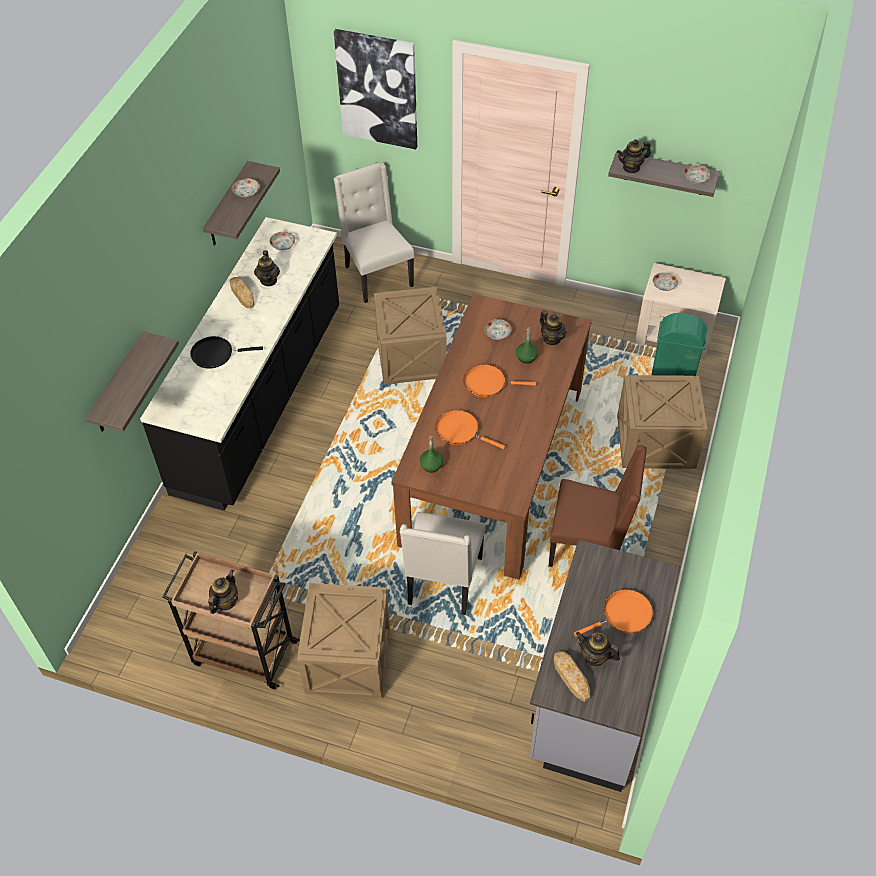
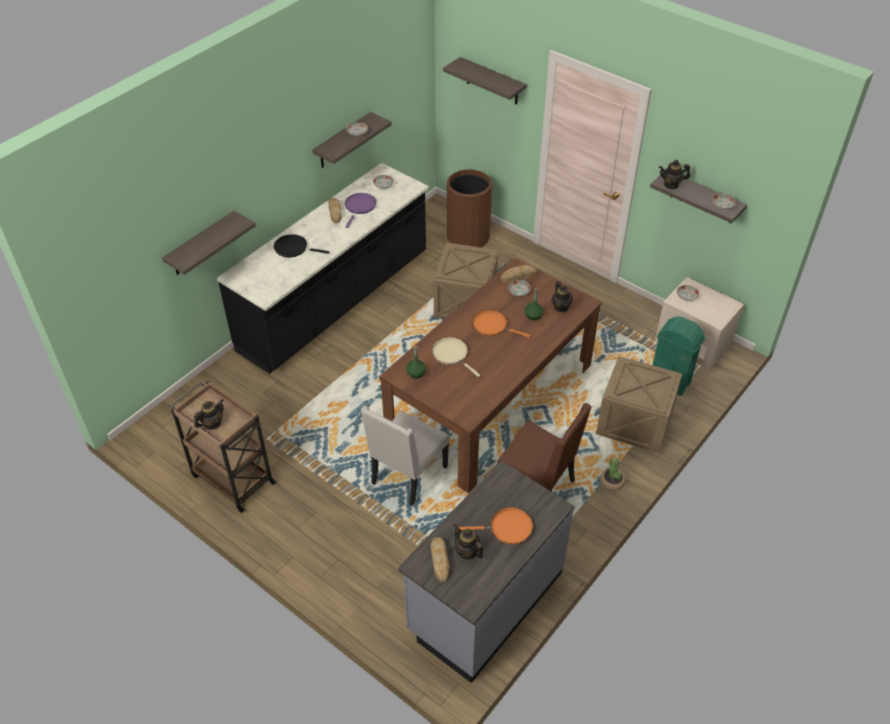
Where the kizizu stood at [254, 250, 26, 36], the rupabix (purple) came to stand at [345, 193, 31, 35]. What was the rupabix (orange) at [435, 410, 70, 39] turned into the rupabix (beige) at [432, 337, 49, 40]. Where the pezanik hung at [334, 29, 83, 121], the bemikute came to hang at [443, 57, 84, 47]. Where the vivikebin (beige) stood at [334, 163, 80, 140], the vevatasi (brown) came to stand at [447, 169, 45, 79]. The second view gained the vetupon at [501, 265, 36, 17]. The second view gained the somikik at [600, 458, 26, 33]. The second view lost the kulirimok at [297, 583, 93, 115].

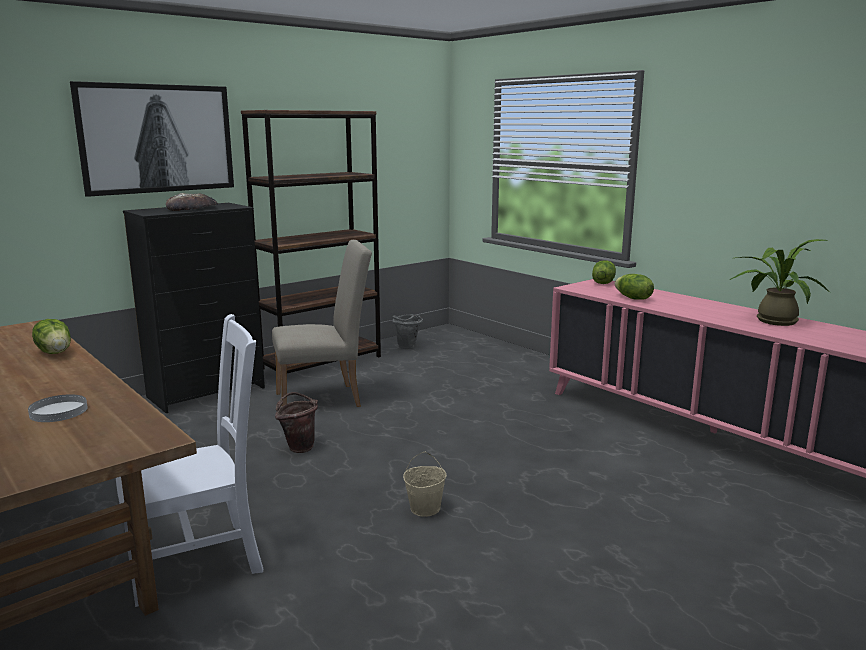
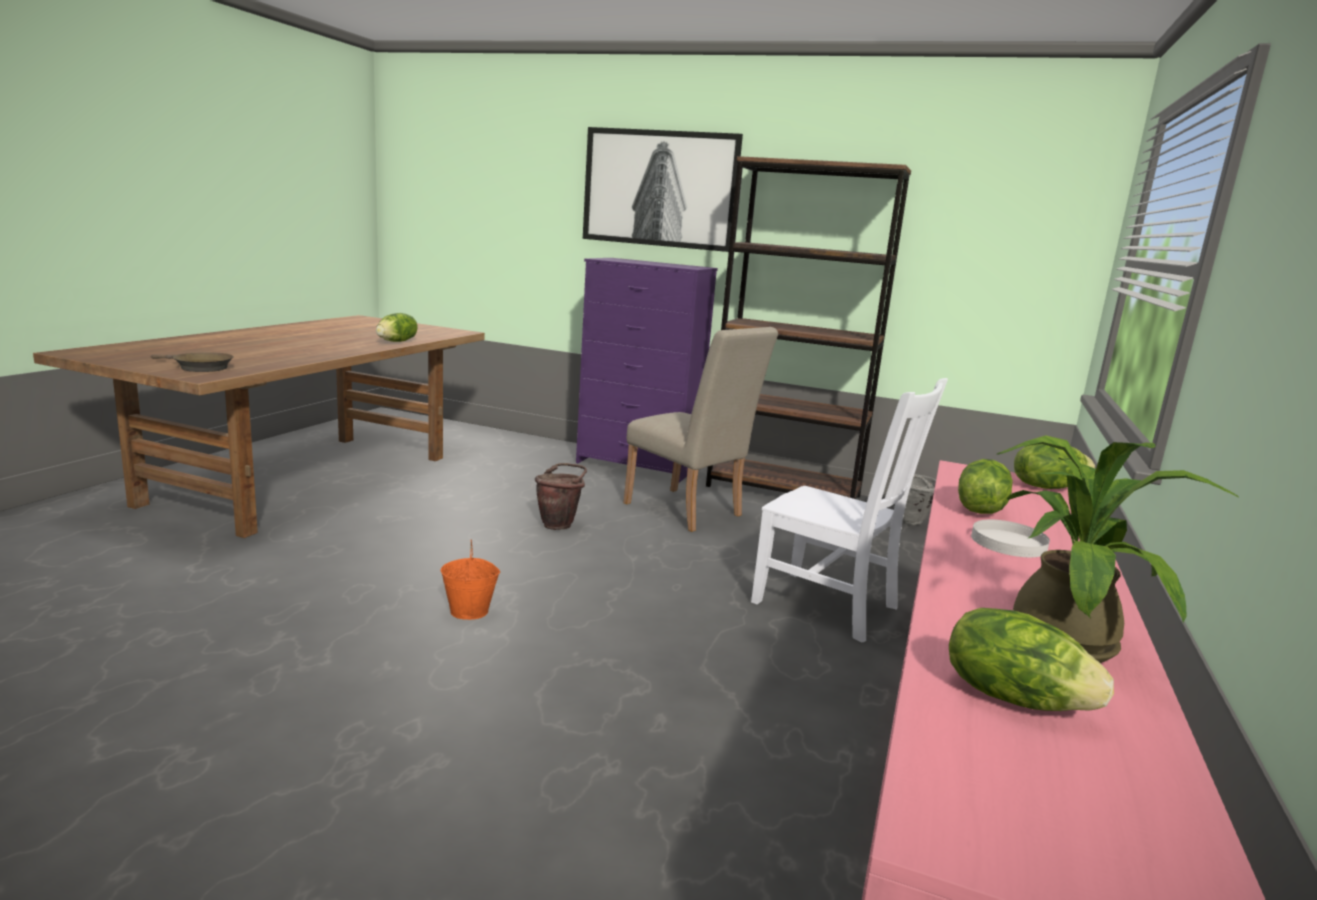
The second view gained the rupabix (brown) at [151, 352, 83, 20]. What was the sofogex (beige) at [403, 452, 43, 65] turned into the sofogex (orange) at [440, 540, 60, 80]. What was the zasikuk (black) at [123, 203, 142, 210] turned into the zasikuk (purple) at [576, 258, 142, 225]. The vivikebin (white) ended up elsewhere, having gone from [116, 314, 147, 293] to [751, 378, 197, 264]. The second view gained the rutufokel at [949, 608, 165, 103]. The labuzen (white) ended up elsewhere, having gone from [28, 394, 60, 28] to [971, 520, 79, 37]. The second view lost the vetupon at [166, 193, 52, 18].

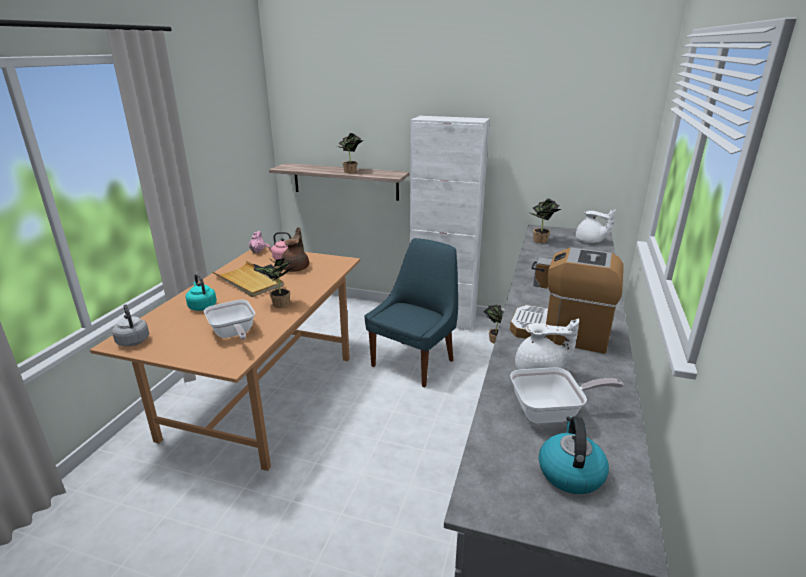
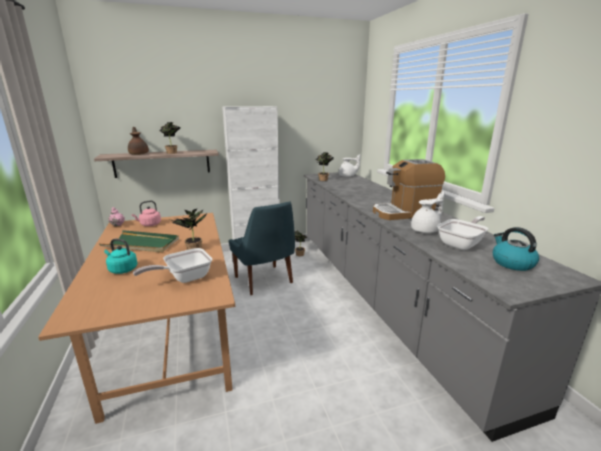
What was the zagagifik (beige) at [212, 261, 72, 36] turned into the zagagifik (green) at [100, 230, 79, 23]. The kizizu (brown) ended up elsewhere, having gone from [281, 227, 28, 45] to [128, 127, 21, 28]. The rupabix at [204, 300, 51, 40] ended up facing another way, 120 degrees clockwise from before. The vivikebin (blue) at [365, 238, 93, 150] ended up facing another way, 150 degrees clockwise from before. The second view lost the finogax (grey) at [112, 304, 37, 43].

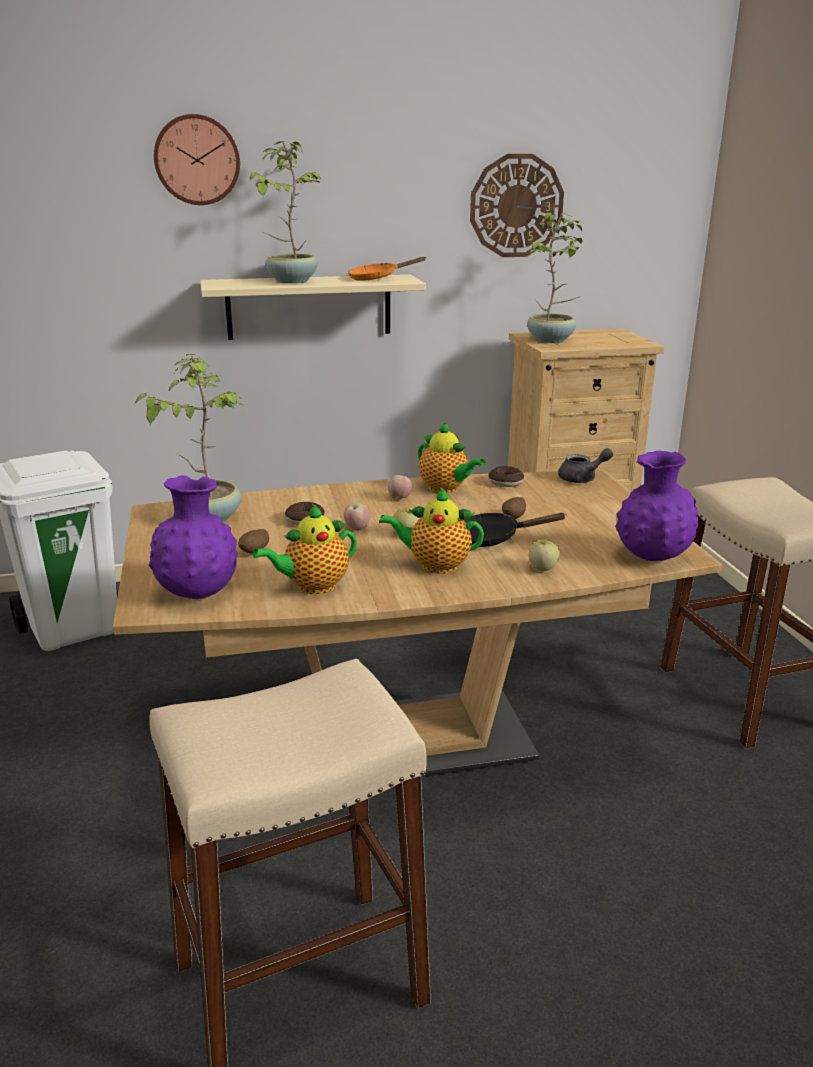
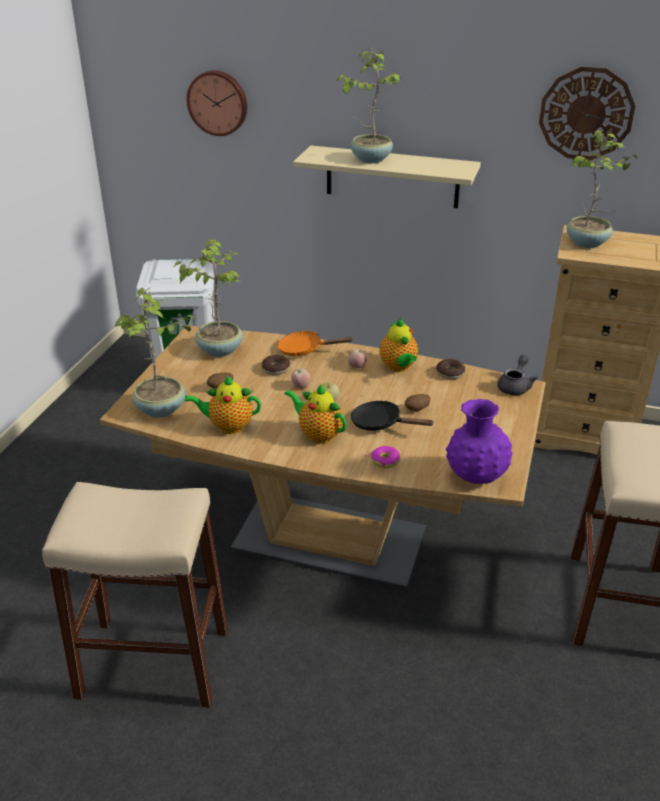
Where the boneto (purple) stood at [149, 475, 89, 124], the somikik came to stand at [115, 288, 82, 130]. The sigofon ended up elsewhere, having gone from [154, 114, 86, 91] to [187, 70, 60, 66]. The rupabix (orange) ended up elsewhere, having gone from [348, 257, 77, 24] to [278, 331, 76, 25]. Where the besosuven stood at [529, 540, 31, 31], the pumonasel came to stand at [371, 446, 29, 22]. The kizizu (grey) at [558, 448, 55, 35] ended up facing another way, 75 degrees counterclockwise from before.

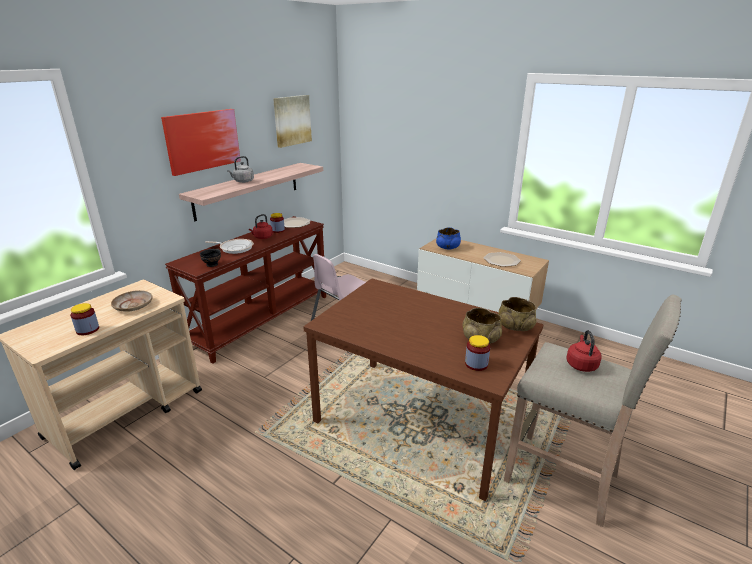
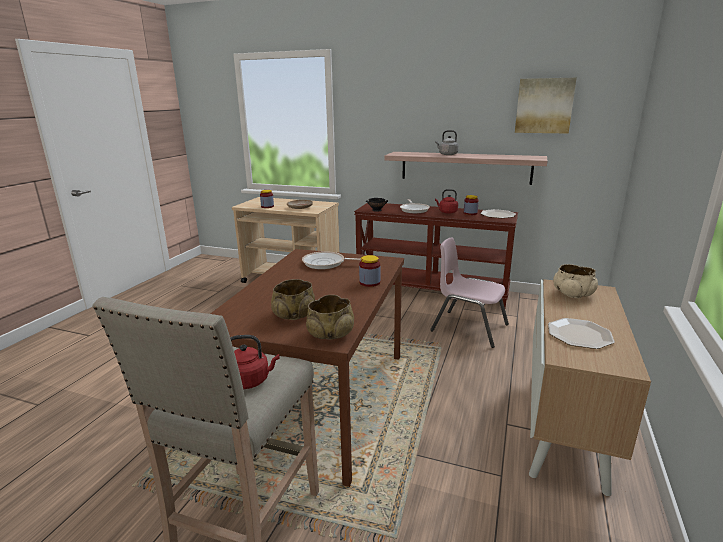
The second view gained the rupabix at [302, 251, 59, 18]. The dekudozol ended up elsewhere, having gone from [465, 335, 25, 36] to [359, 255, 21, 32]. What was the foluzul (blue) at [436, 227, 25, 22] turned into the foluzul (beige) at [553, 264, 45, 34]. The second view lost the pezanik at [161, 109, 80, 67].

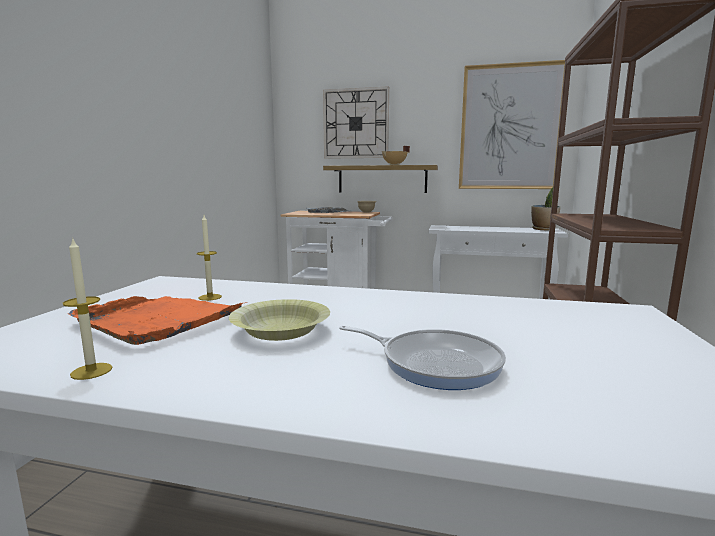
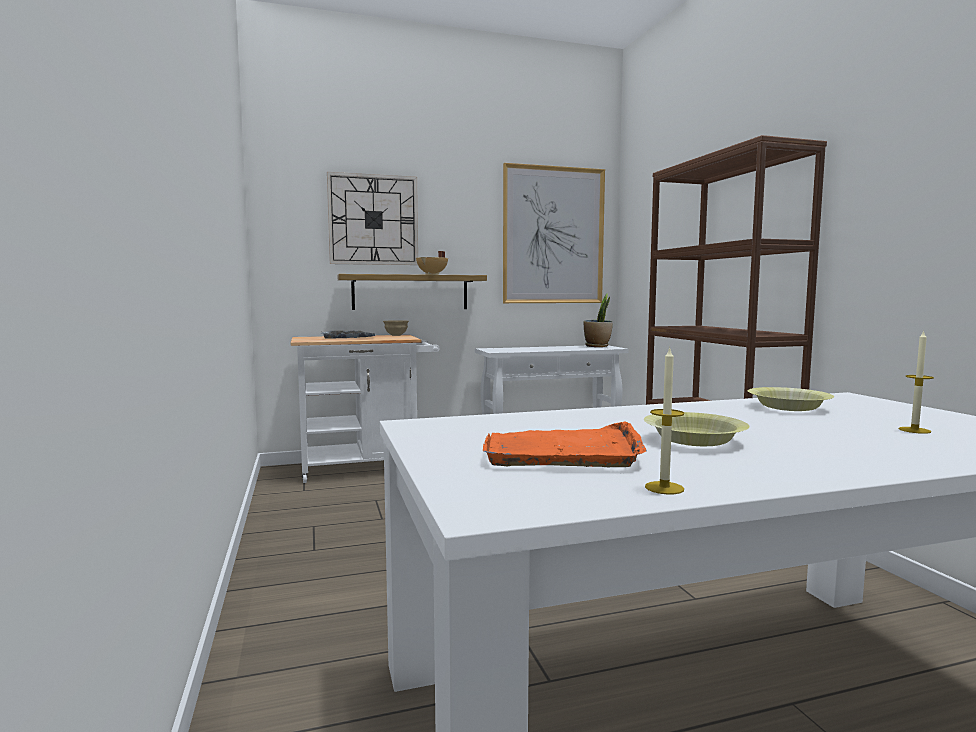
The second view gained the foluzul (yellow) at [748, 387, 86, 24]. The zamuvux ended up elsewhere, having gone from [197, 215, 25, 86] to [899, 331, 35, 103]. The second view lost the rupabix at [339, 325, 167, 65].

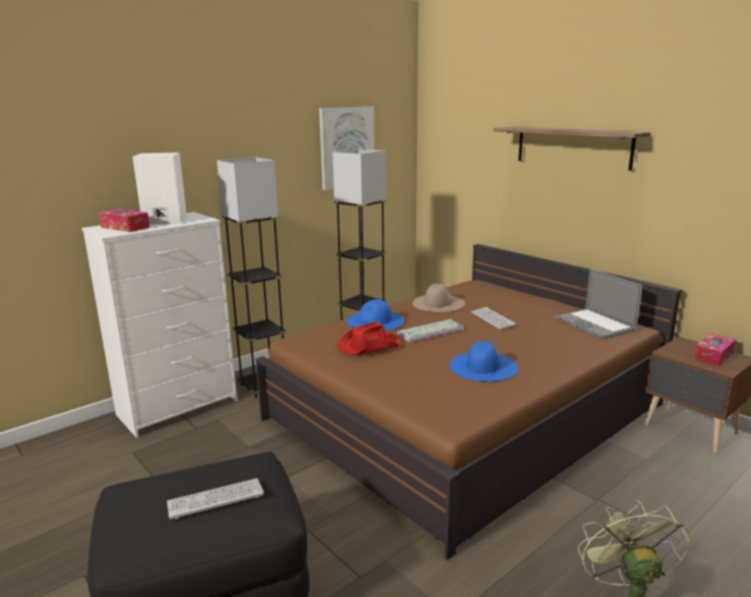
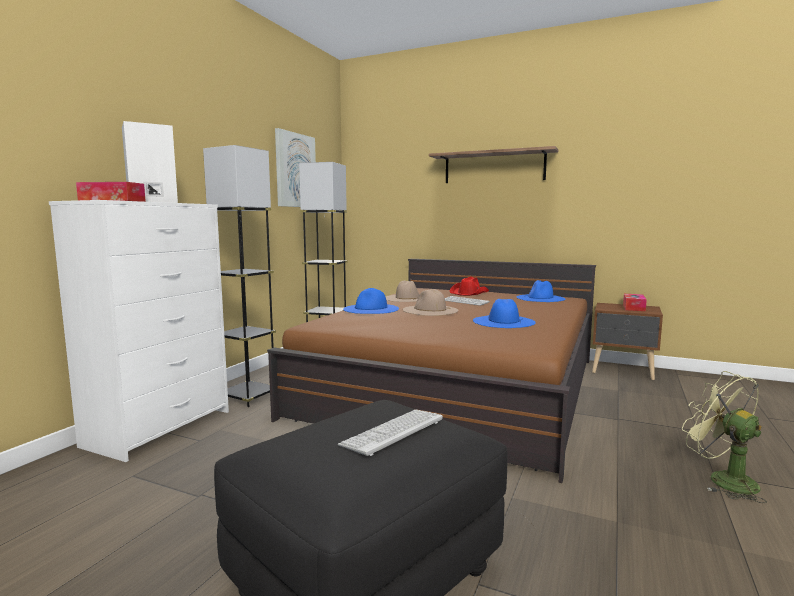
Where the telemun stood at [397, 319, 67, 23], the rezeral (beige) came to stand at [403, 289, 55, 27]. The rezeral (red) ended up elsewhere, having gone from [337, 322, 64, 33] to [450, 277, 39, 19]. Where the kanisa stood at [554, 268, 89, 71], the rezeral (blue) came to stand at [517, 280, 49, 22].

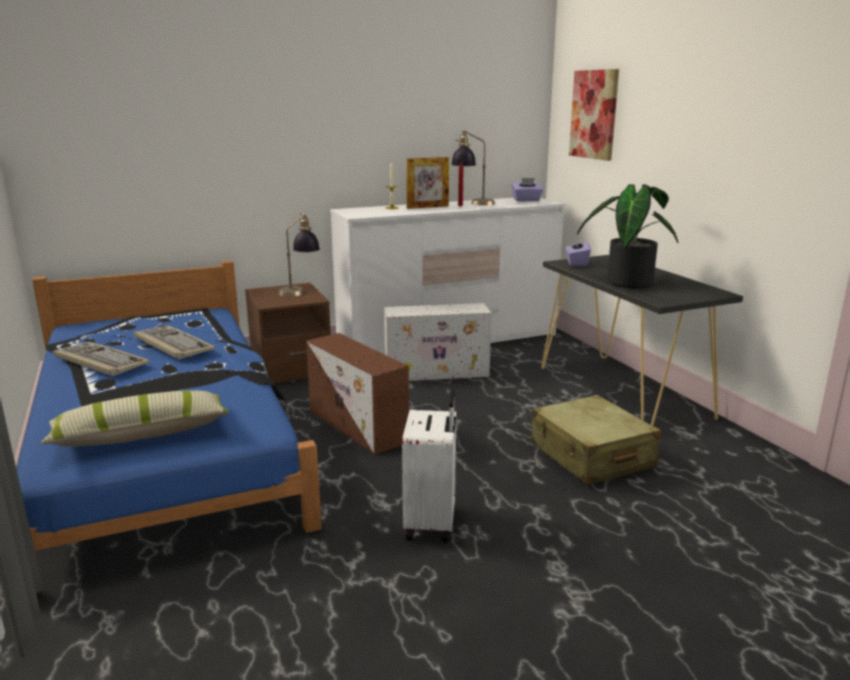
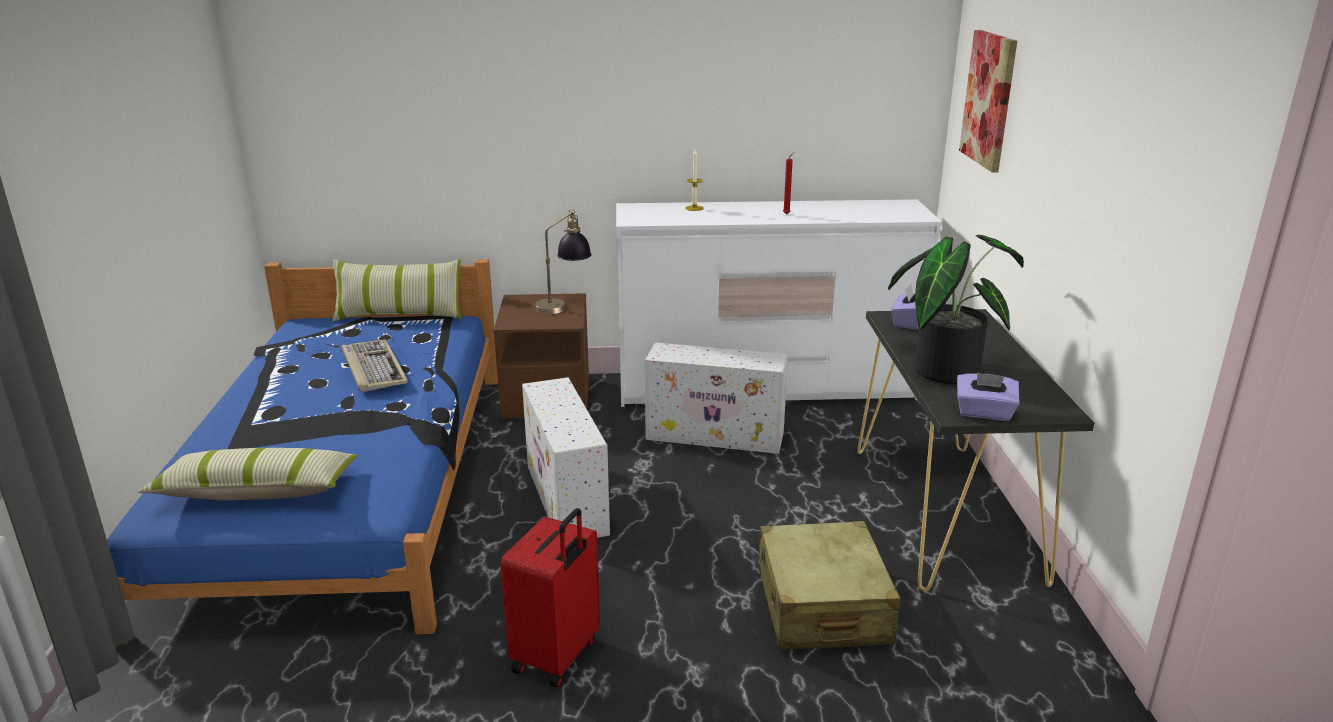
The second view gained the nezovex at [332, 259, 129, 62]. What was the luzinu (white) at [402, 390, 55, 152] turned into the luzinu (red) at [500, 508, 100, 180]. What was the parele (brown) at [306, 333, 103, 122] turned into the parele (white) at [522, 377, 88, 161]. The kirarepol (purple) ended up elsewhere, having gone from [511, 178, 32, 23] to [957, 372, 63, 49]. The second view lost the telemun at [53, 342, 97, 34]. The second view lost the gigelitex at [406, 157, 43, 52]. The second view lost the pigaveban at [451, 129, 44, 77].

